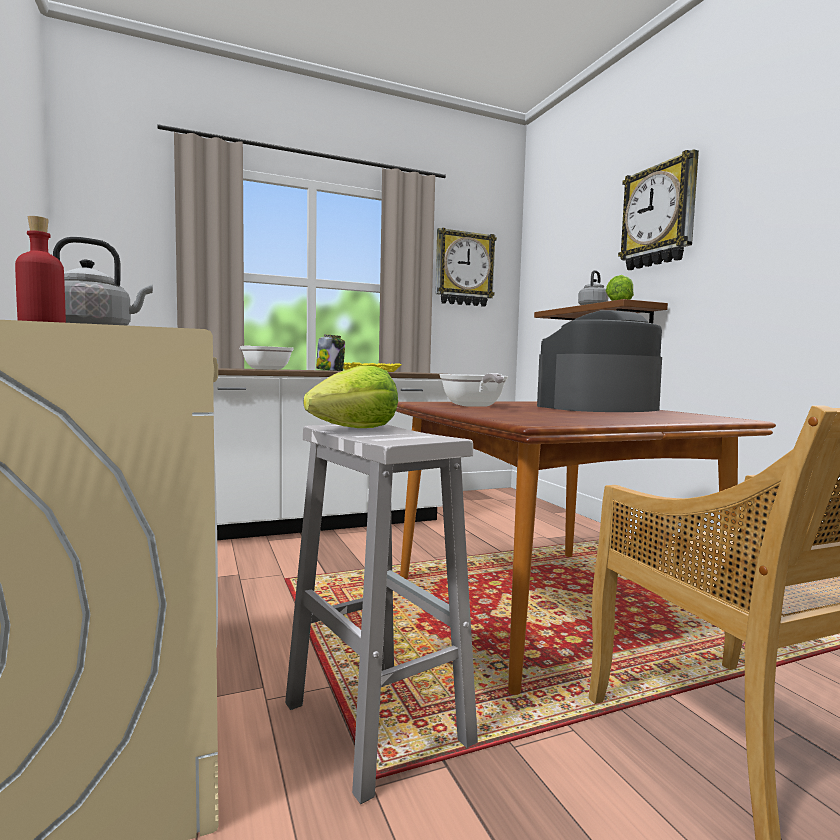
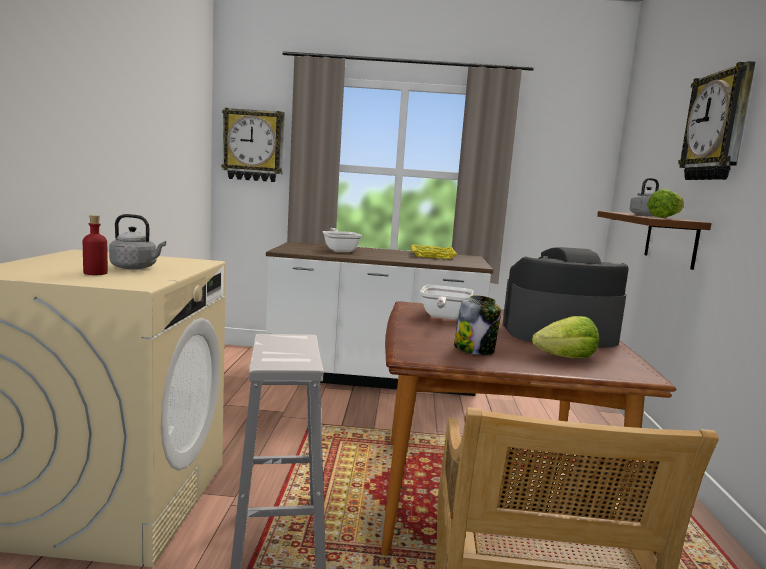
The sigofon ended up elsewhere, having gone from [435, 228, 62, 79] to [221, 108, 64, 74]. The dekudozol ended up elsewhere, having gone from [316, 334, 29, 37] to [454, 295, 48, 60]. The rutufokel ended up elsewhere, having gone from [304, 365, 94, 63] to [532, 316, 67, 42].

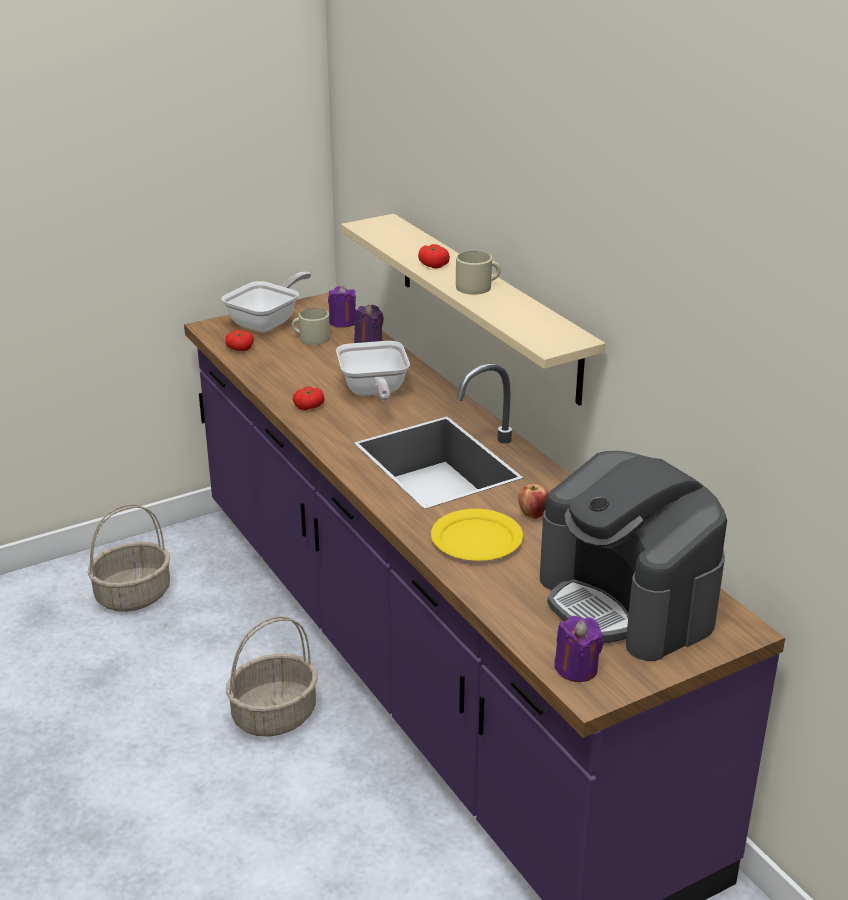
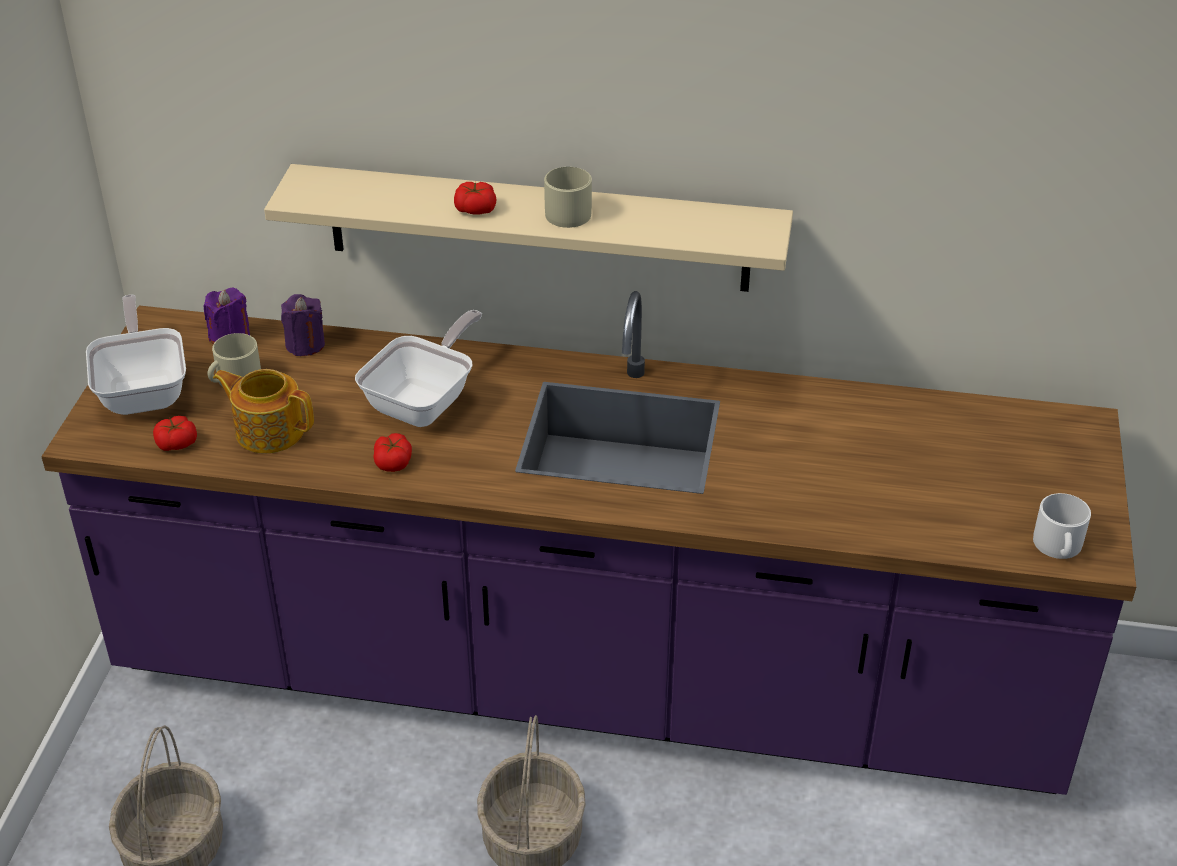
The second view gained the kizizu at [213, 369, 101, 85]. The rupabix at [336, 341, 74, 60] ended up facing another way, 90 degrees counterclockwise from before. Where the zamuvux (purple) stood at [554, 616, 50, 66], the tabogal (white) came to stand at [1033, 493, 58, 66]. The second view lost the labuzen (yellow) at [431, 509, 92, 52]. The second view lost the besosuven at [518, 483, 31, 36]. The second view lost the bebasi at [540, 451, 187, 210].

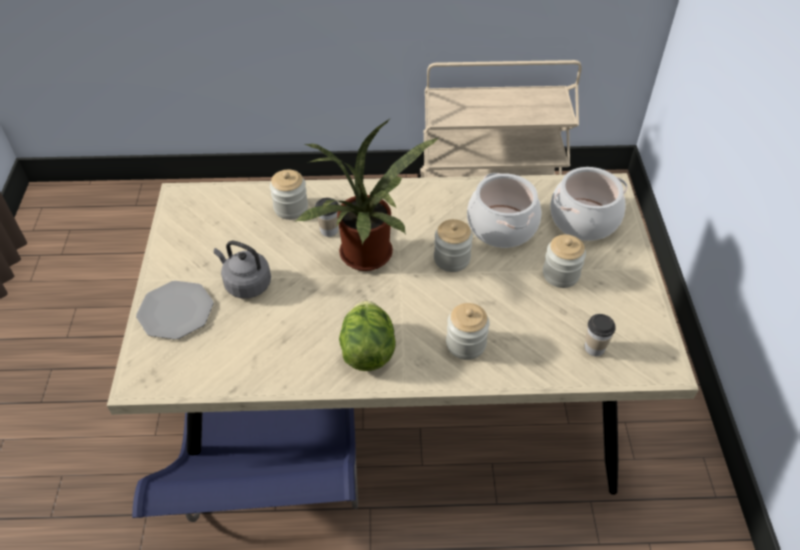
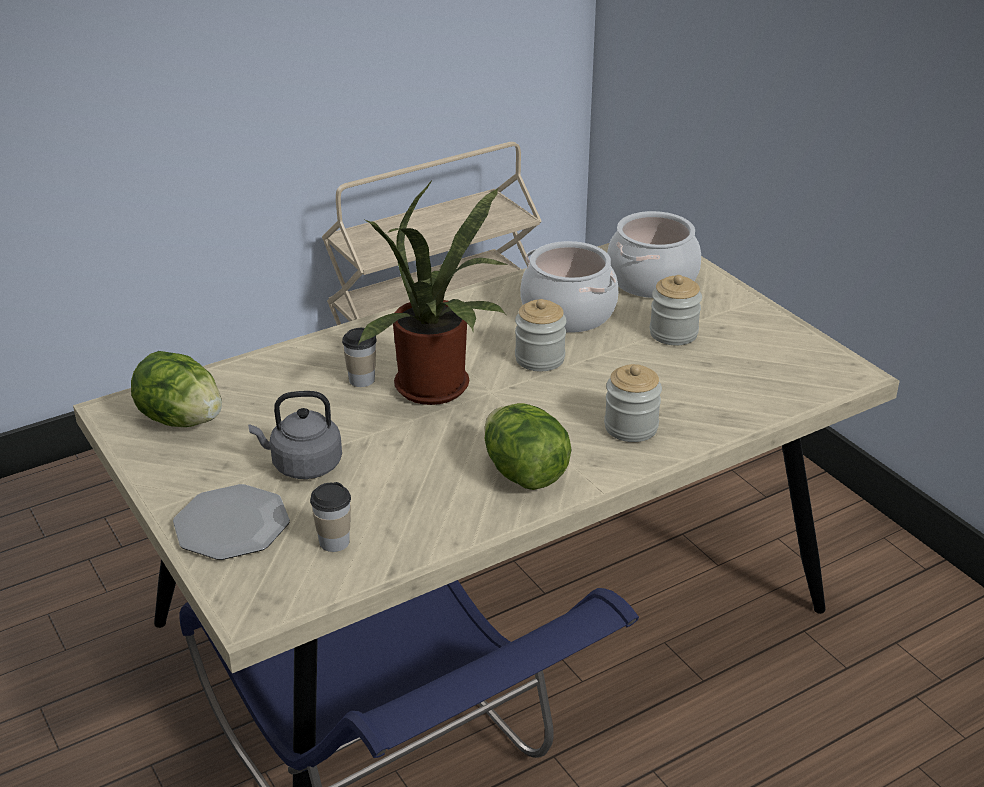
The second view gained the rutufokel at [131, 351, 91, 76]. The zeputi ended up elsewhere, having gone from [585, 314, 31, 42] to [310, 482, 41, 70]. The second view lost the dekudozol at [270, 170, 38, 50].

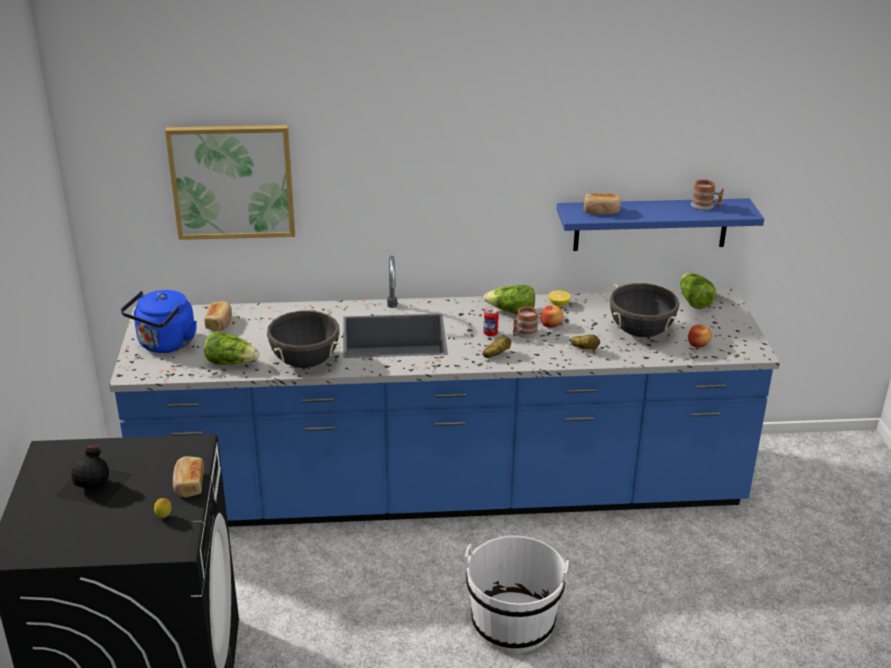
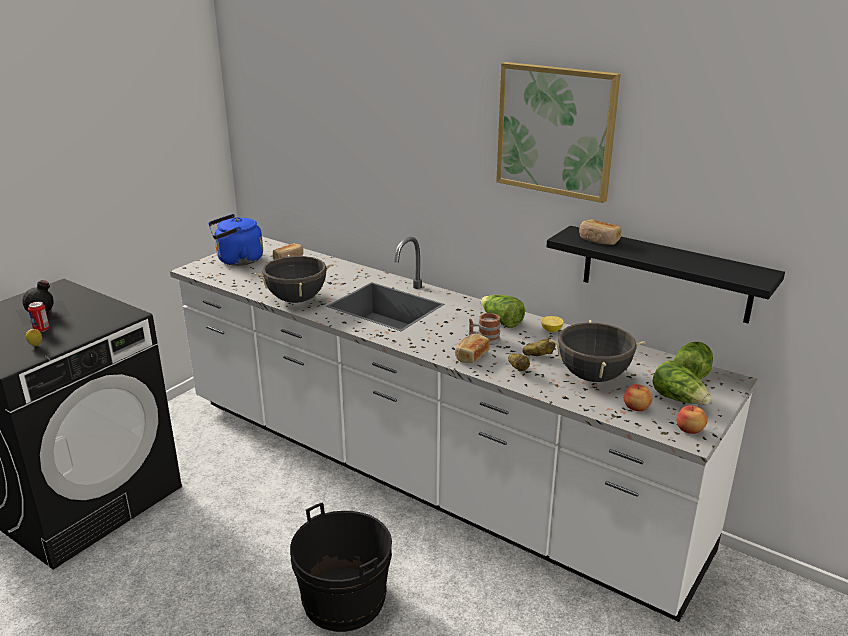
The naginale ended up elsewhere, having gone from [484, 307, 15, 29] to [28, 302, 22, 30]. What was the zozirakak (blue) at [109, 256, 671, 271] turned into the zozirakak (white) at [170, 237, 588, 385]. What was the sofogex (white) at [465, 535, 104, 118] turned into the sofogex (black) at [290, 502, 102, 130]. The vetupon ended up elsewhere, having gone from [173, 456, 31, 42] to [455, 334, 35, 29]. The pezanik ended up elsewhere, having gone from [165, 125, 130, 115] to [496, 62, 124, 141]. The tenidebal ended up elsewhere, having gone from [483, 336, 28, 22] to [522, 339, 33, 17]. What was the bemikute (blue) at [557, 198, 207, 53] turned into the bemikute (black) at [546, 226, 239, 97]. The rutufokel ended up elsewhere, having gone from [204, 331, 55, 34] to [653, 361, 59, 44]. The besosuven ended up elsewhere, having gone from [541, 305, 23, 23] to [677, 406, 30, 28]. The second view lost the tabogal at [691, 179, 33, 31].

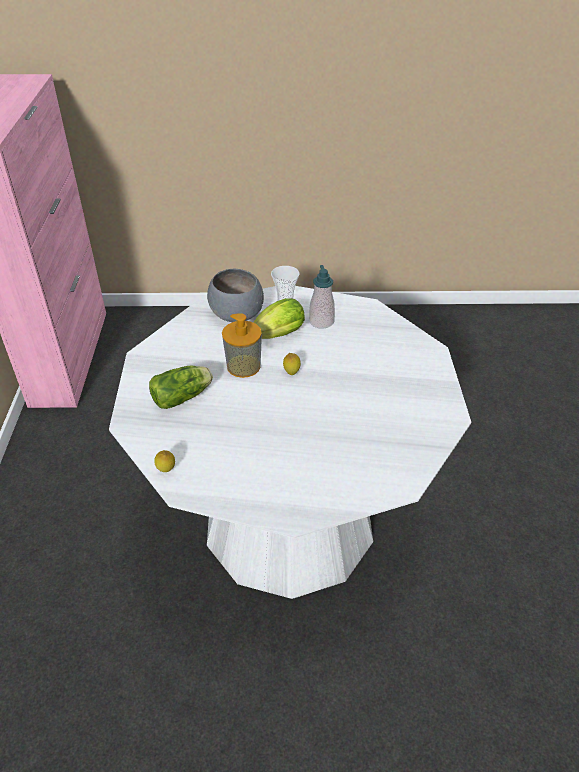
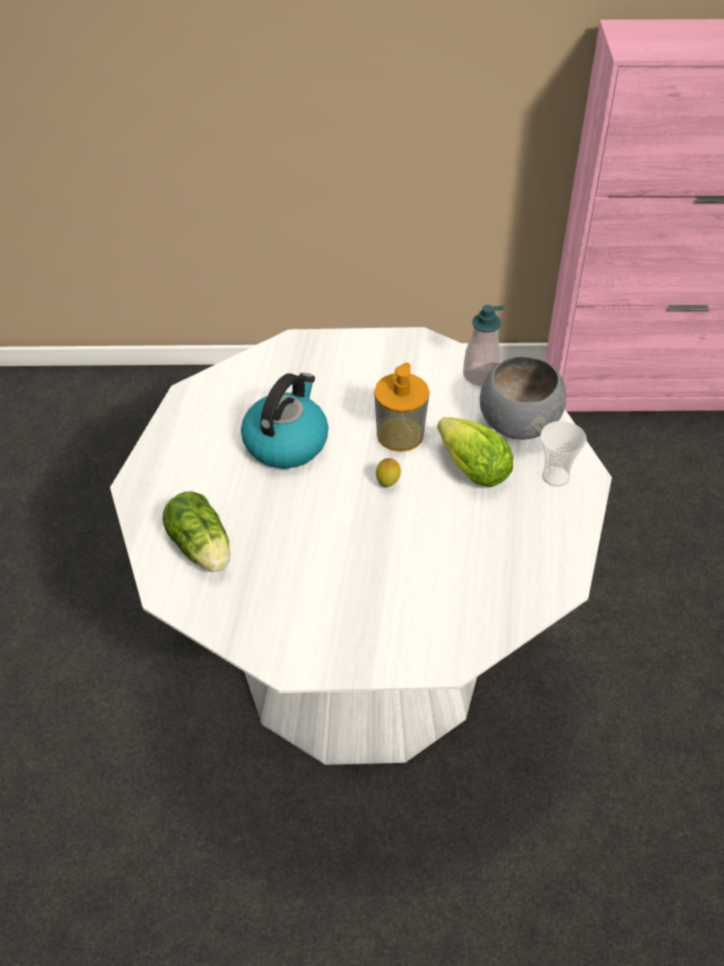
The rutufokel ended up elsewhere, having gone from [149, 366, 64, 43] to [163, 491, 67, 81]. The second view gained the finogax at [241, 373, 87, 96]. The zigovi ended up elsewhere, having gone from [309, 265, 26, 64] to [463, 305, 40, 81]. The second view lost the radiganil at [154, 450, 21, 22].

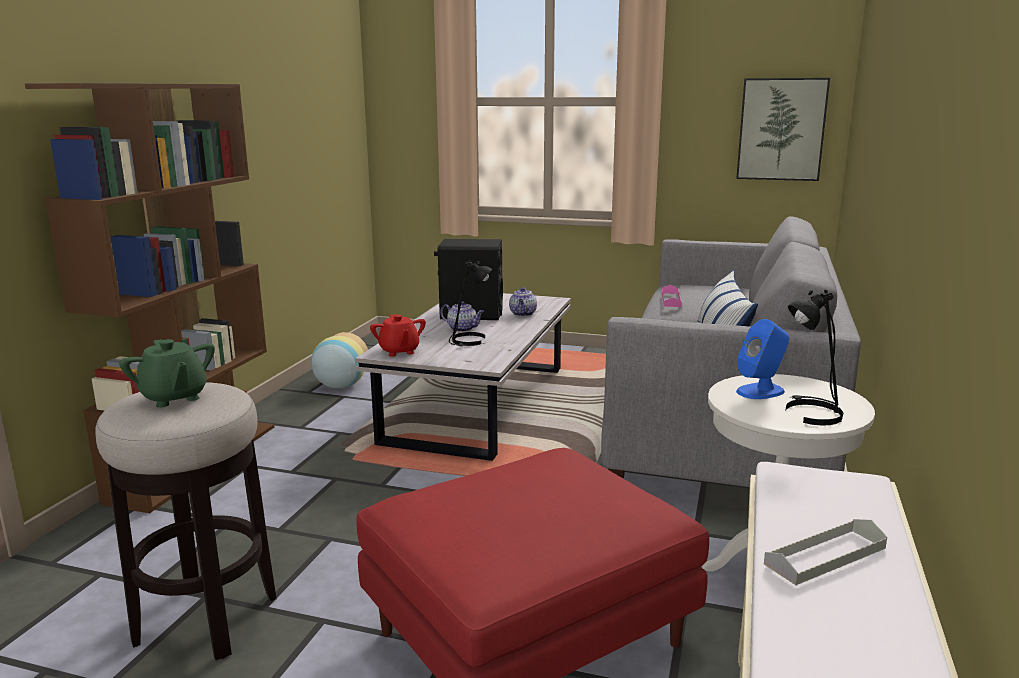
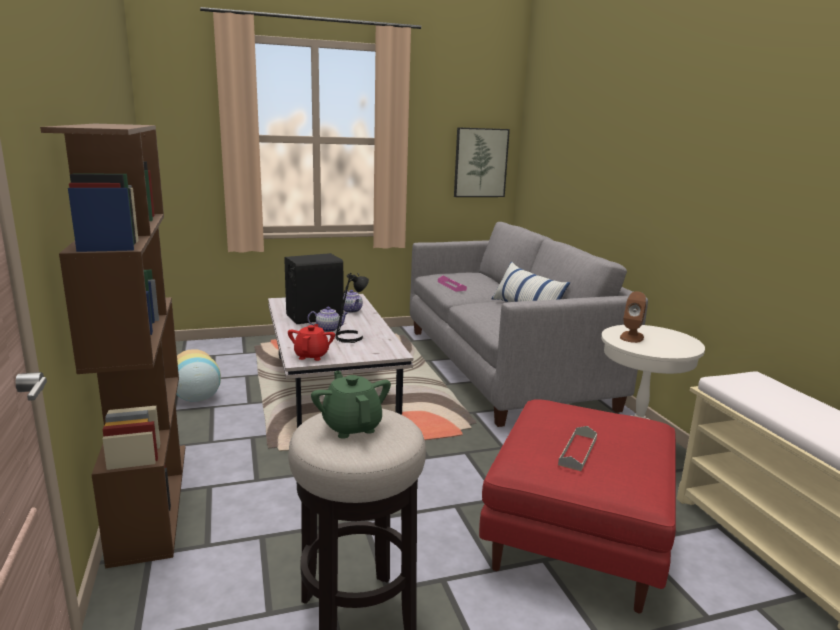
The kizizu (red) at [370, 314, 56, 43] ended up facing another way, 120 degrees counterclockwise from before. The kizizu (green) at [119, 339, 96, 69] ended up facing another way, 135 degrees counterclockwise from before. The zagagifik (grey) ended up elsewhere, having gone from [764, 519, 123, 66] to [558, 426, 39, 45]. What was the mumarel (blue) at [736, 319, 53, 80] turned into the mumarel (brown) at [620, 291, 26, 52]. The second view lost the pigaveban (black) at [785, 289, 59, 137].

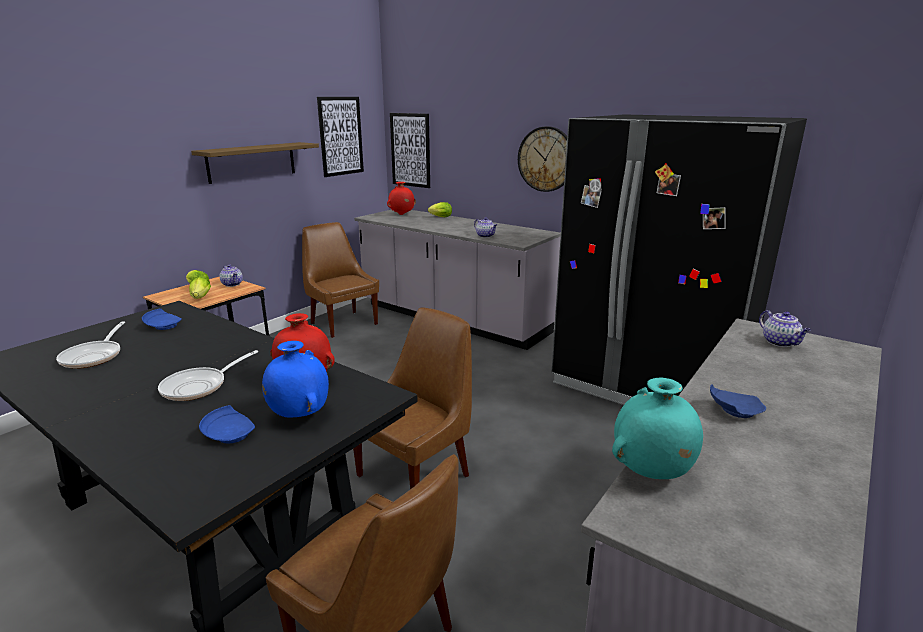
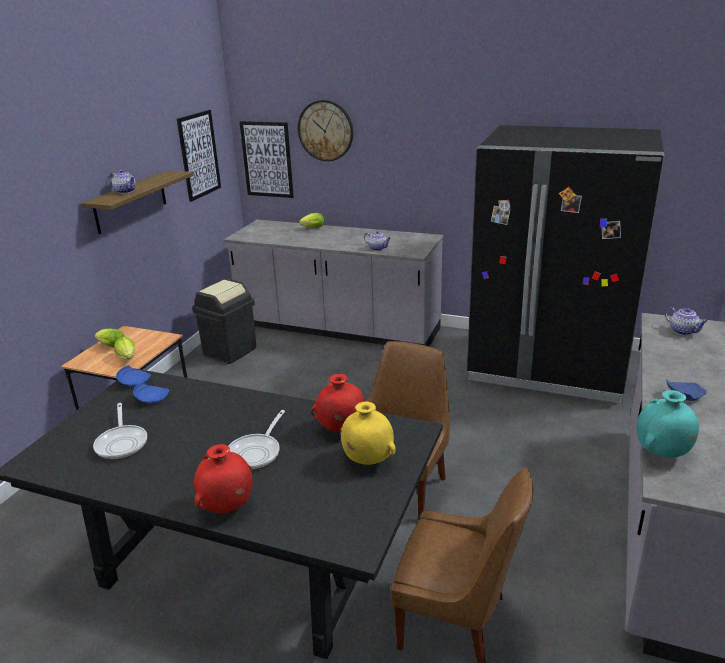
The kizizu ended up elsewhere, having gone from [219, 265, 24, 22] to [111, 170, 25, 24]. The labuzen (blue) ended up elsewhere, having gone from [199, 405, 56, 38] to [116, 365, 35, 22]. Where the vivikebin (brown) stood at [302, 222, 77, 116], the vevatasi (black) came to stand at [192, 279, 65, 85]. The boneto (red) ended up elsewhere, having gone from [387, 182, 29, 33] to [194, 444, 58, 69]. The sigofon ended up elsewhere, having gone from [518, 126, 49, 66] to [298, 100, 55, 61]. What was the boneto (blue) at [262, 341, 67, 76] turned into the boneto (yellow) at [340, 402, 56, 63].

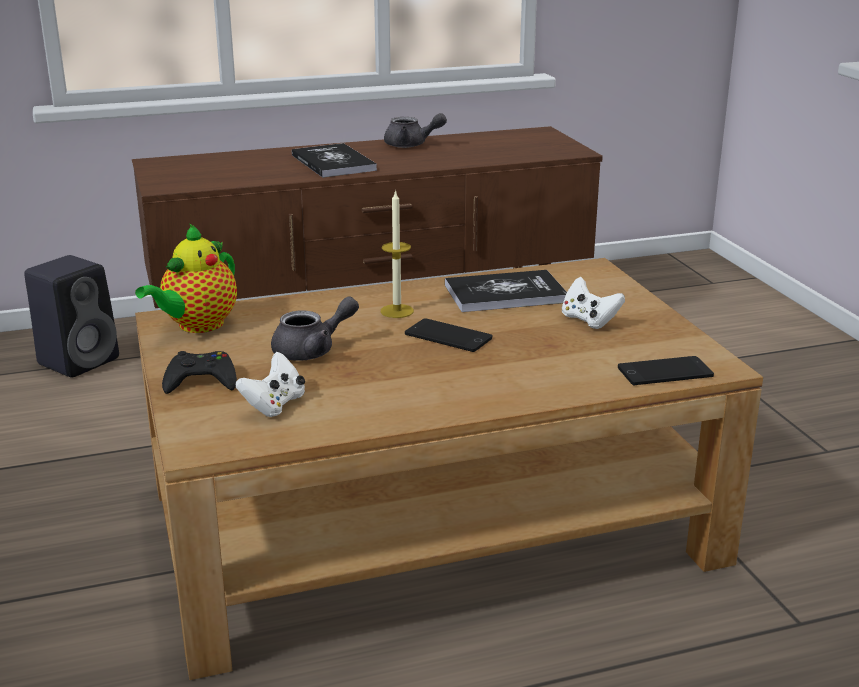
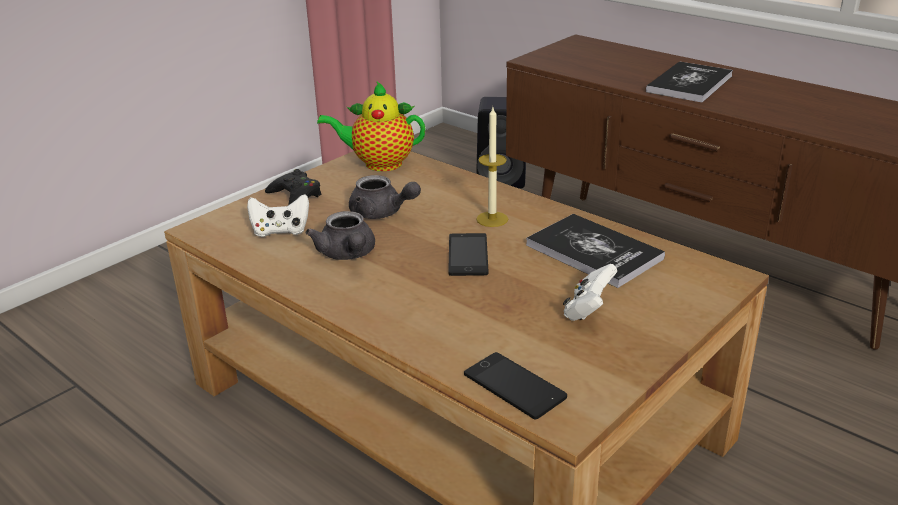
The kizizu (grey) ended up elsewhere, having gone from [384, 113, 63, 35] to [306, 211, 69, 49].

